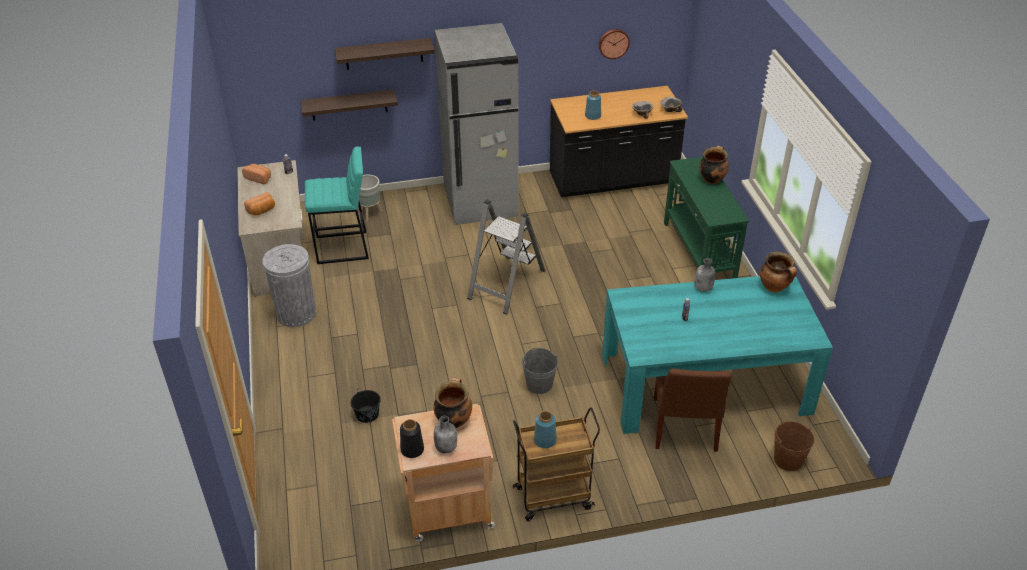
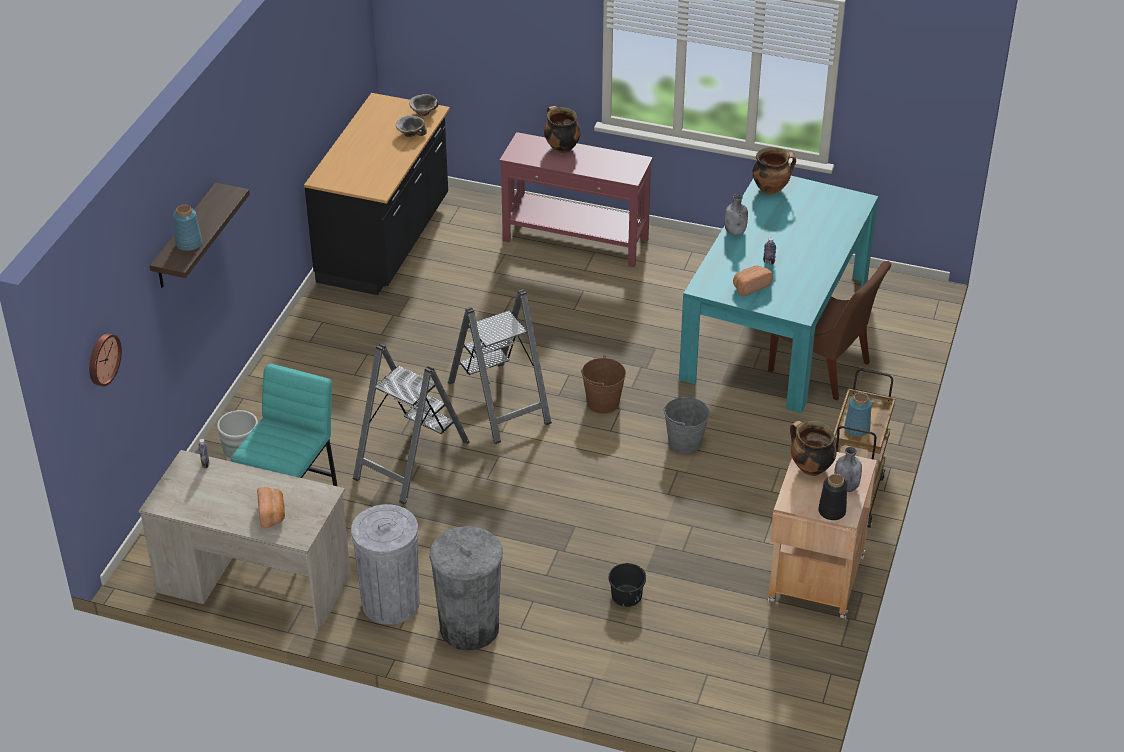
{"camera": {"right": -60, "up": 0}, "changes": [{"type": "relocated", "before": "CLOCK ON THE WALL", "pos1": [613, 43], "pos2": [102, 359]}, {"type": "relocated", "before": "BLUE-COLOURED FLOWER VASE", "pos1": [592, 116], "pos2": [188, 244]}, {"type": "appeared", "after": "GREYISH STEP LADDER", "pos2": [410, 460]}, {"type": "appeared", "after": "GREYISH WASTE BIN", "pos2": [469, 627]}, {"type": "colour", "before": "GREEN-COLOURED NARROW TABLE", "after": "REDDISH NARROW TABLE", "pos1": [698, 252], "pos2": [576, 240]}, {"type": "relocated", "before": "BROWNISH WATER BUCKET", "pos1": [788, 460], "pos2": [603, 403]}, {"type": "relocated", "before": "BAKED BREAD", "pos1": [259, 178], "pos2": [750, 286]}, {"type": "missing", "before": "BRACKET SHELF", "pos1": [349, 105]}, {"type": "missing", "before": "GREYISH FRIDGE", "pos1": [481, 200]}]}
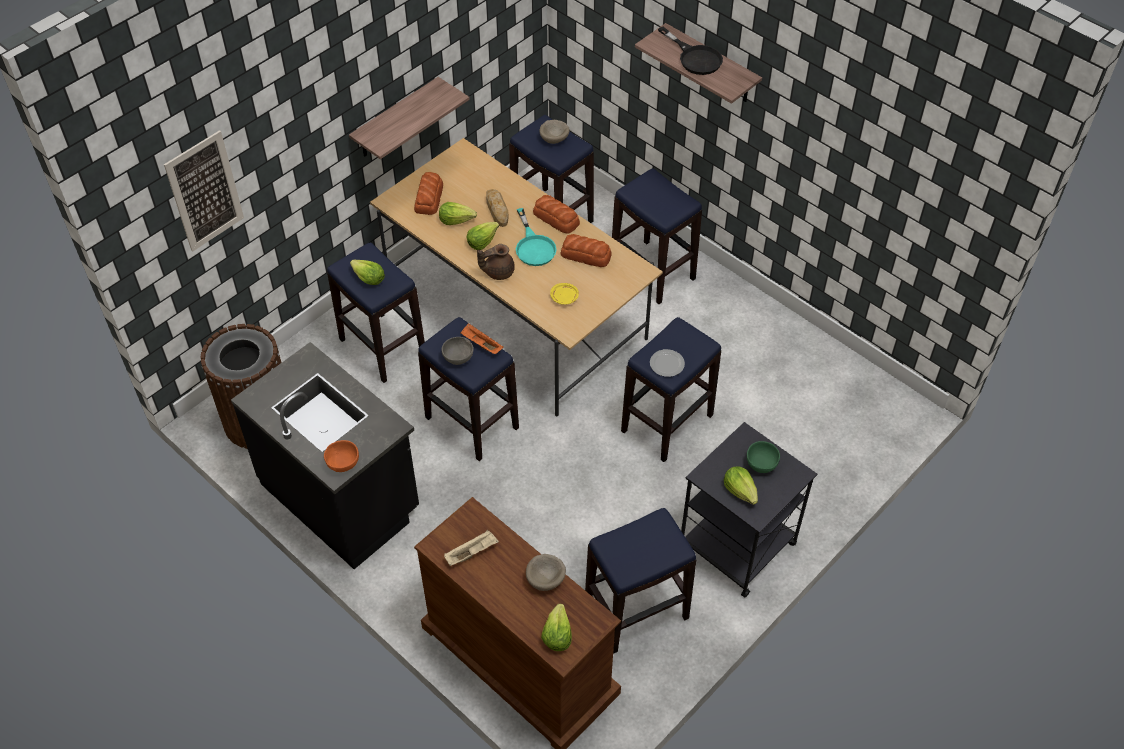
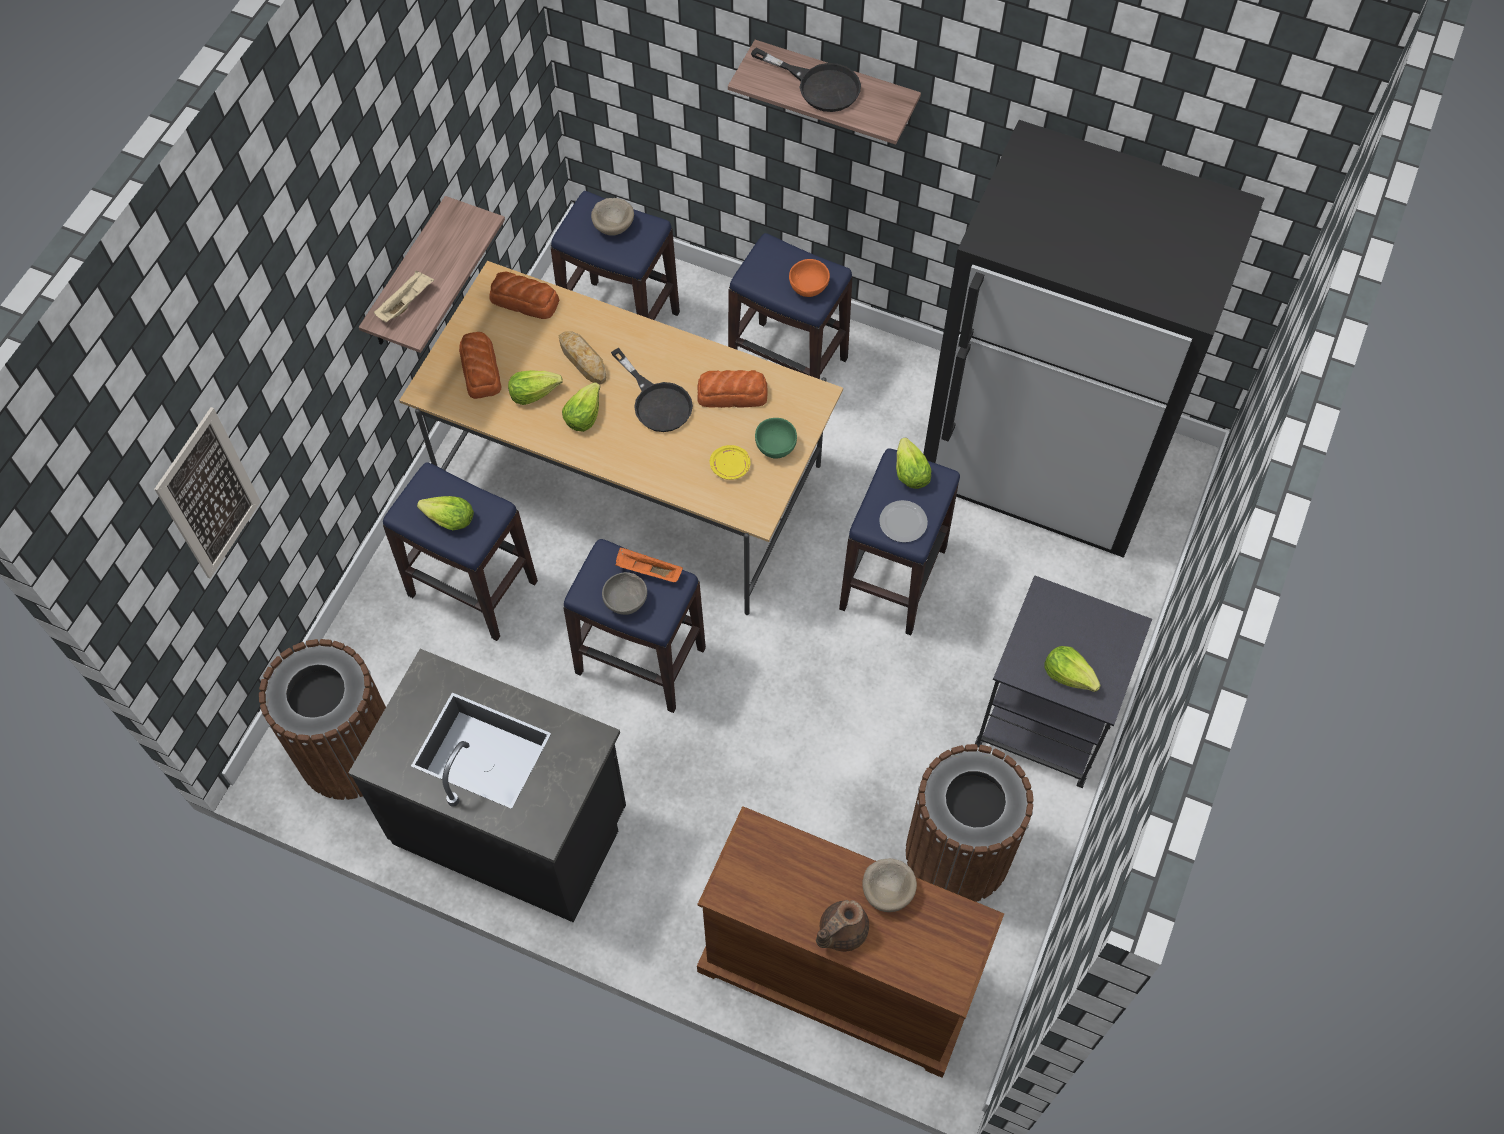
{"camera": {"right": -20, "up": 10}, "changes": [{"type": "relocated", "before": "SAND-COLOURED SERVING TRAY", "pos1": [472, 552], "pos2": [406, 303]}, {"type": "relocated", "before": "BAKED BREAD", "pos1": [556, 219], "pos2": [525, 301]}, {"type": "colour", "before": "BLUE-GREEN SKILLET", "after": "BLACK-COLOURED SKILLET", "pos1": [534, 246], "pos2": [657, 401]}, {"type": "relocated", "before": "GREEN-COLOURED DEEP DISH", "pos1": [760, 465], "pos2": [775, 448]}, {"type": "relocated", "before": "ORANGEY DEEP DISH", "pos1": [342, 463], "pos2": [808, 288]}, {"type": "relocated", "before": "BROWNISH TEAPOT", "pos1": [498, 272], "pos2": [840, 931]}, {"type": "relocated", "before": "LETTUCE HEAD", "pos1": [557, 635], "pos2": [910, 472]}, {"type": "exchanged", "before": "STOOL SEAT", "after": "BROWNISH WASTE BIN", "pos1": [636, 611], "pos2": [957, 853]}, {"type": "appeared", "after": "BLACK-COLOURED FRIDGE", "pos2": [1045, 461]}]}
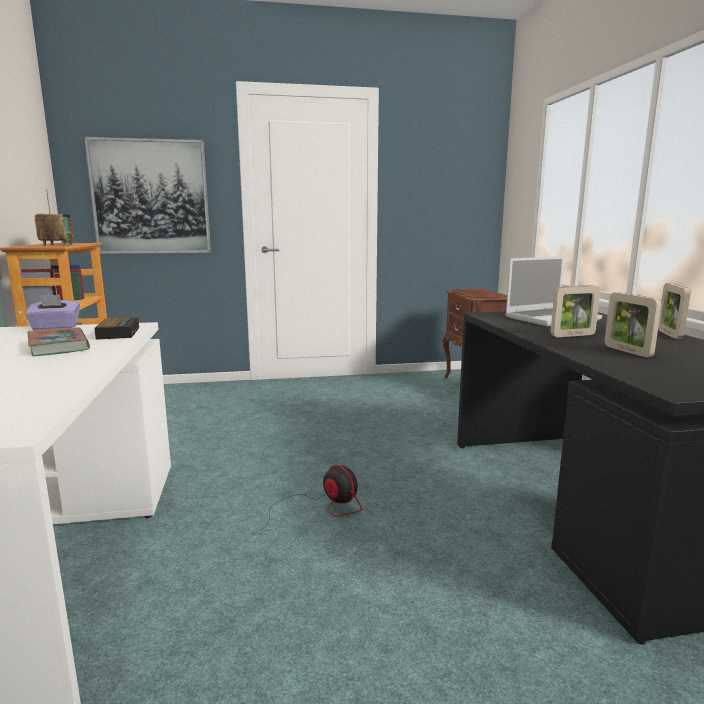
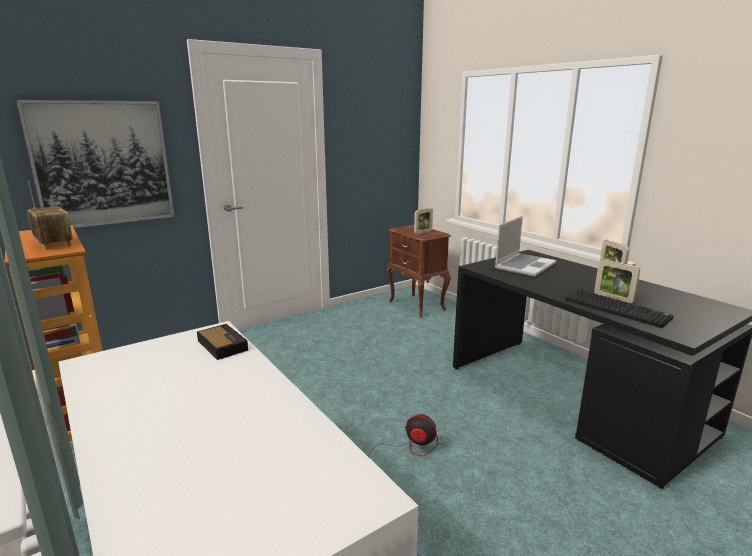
{"camera": {"right": -25, "up": 5}, "changes": [{"type": "relocated", "before": "PHOTO FRAME", "pos1": [572, 335], "pos2": [423, 232]}, {"type": "appeared", "after": "PC KEYBOARD", "pos2": [618, 309]}, {"type": "missing", "before": "PURPLISH TISSUE BOX", "pos1": [55, 328]}, {"type": "missing", "before": "VOLUME", "pos1": [59, 346]}]}
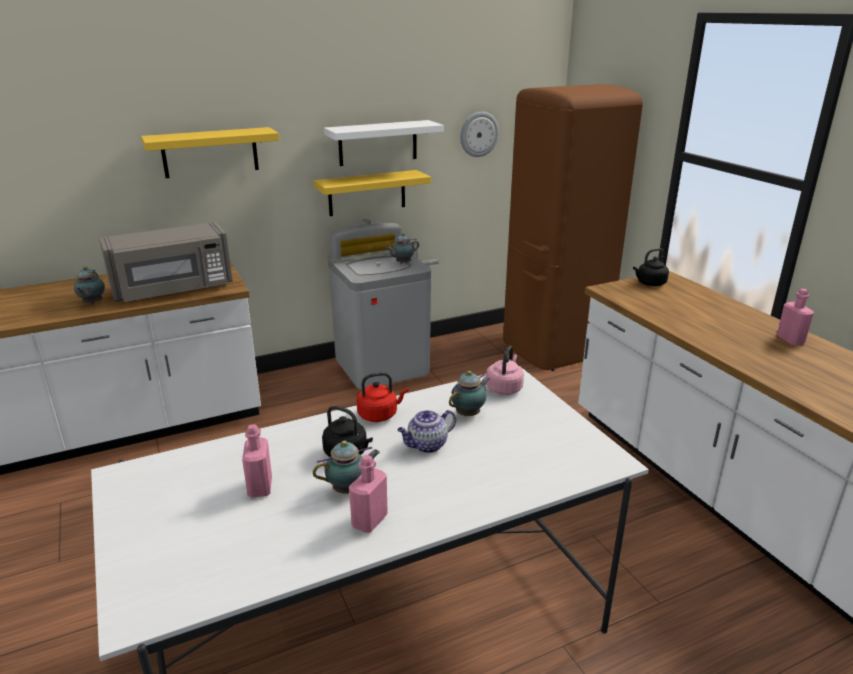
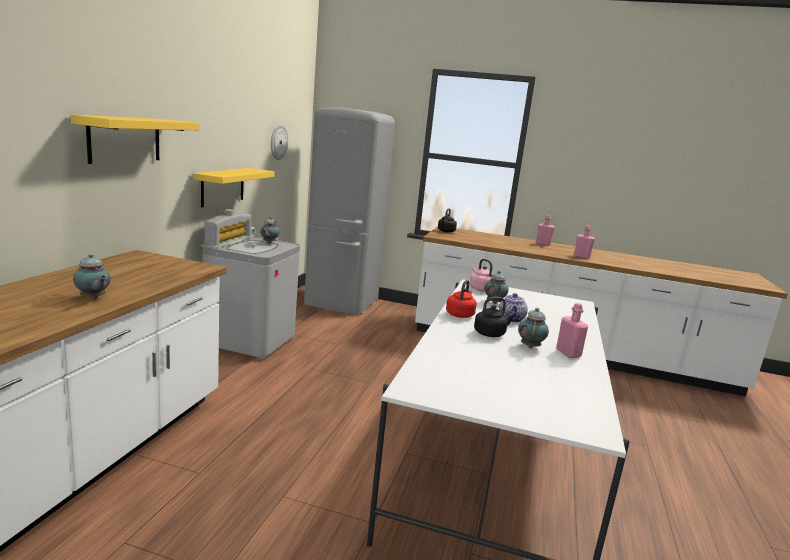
{"camera": {"right": -50, "up": -10}, "changes": [{"type": "colour", "before": "BROWNISH FRIDGE", "after": "GREYISH FRIDGE", "pos1": [551, 349], "pos2": [341, 303]}, {"type": "relocated", "before": "PINK-COLOURED DRINK BOTTLE", "pos1": [260, 487], "pos2": [581, 257]}, {"type": "missing", "before": "GREYISH MICROWAVE", "pos1": [173, 290]}, {"type": "missing", "before": "WHITE BRACKET SHELF", "pos1": [378, 143]}]}
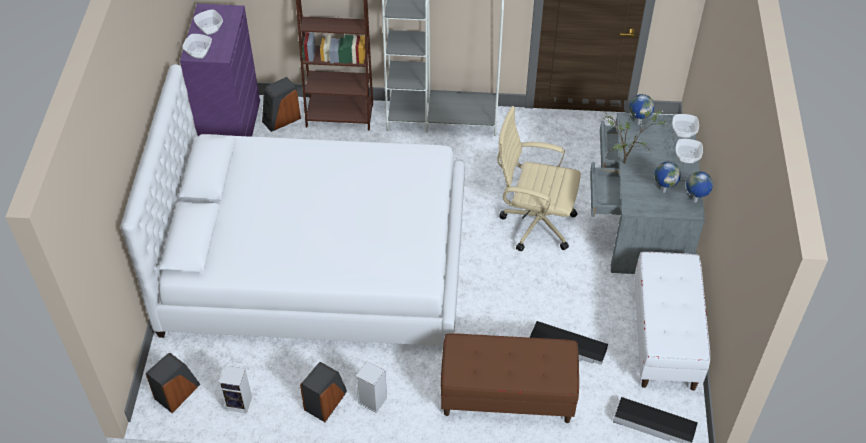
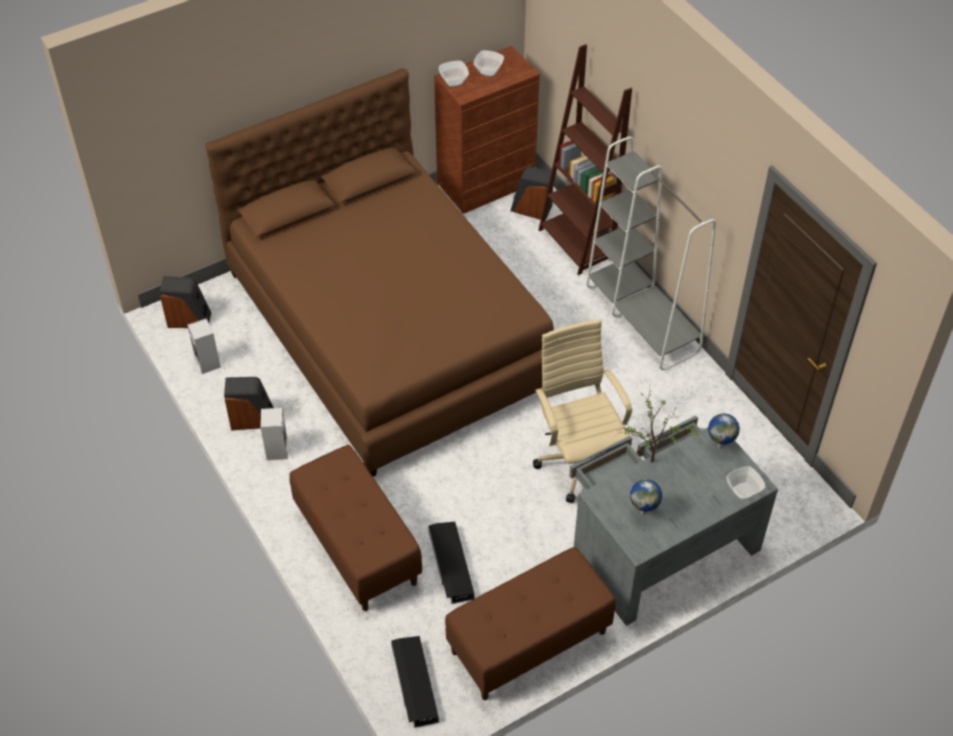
{"camera": {"right": 55, "up": 0}, "changes": [{"type": "colour", "before": "WHITE SLEEPING BED", "after": "BROWNISH SLEEPING BED", "pos1": [316, 263], "pos2": [390, 328]}, {"type": "colour", "before": "PURPLISH CHEST OF DRAWERS", "after": "BROWNISH CHEST OF DRAWERS", "pos1": [232, 130], "pos2": [486, 185]}, {"type": "colour", "before": "WHITE BENCH", "after": "BROWNISH BENCH", "pos1": [665, 337], "pos2": [529, 642]}, {"type": "missing", "before": "DEEP DISH", "pos1": [686, 158]}, {"type": "missing", "before": "DESK GLOBE", "pos1": [695, 201]}]}
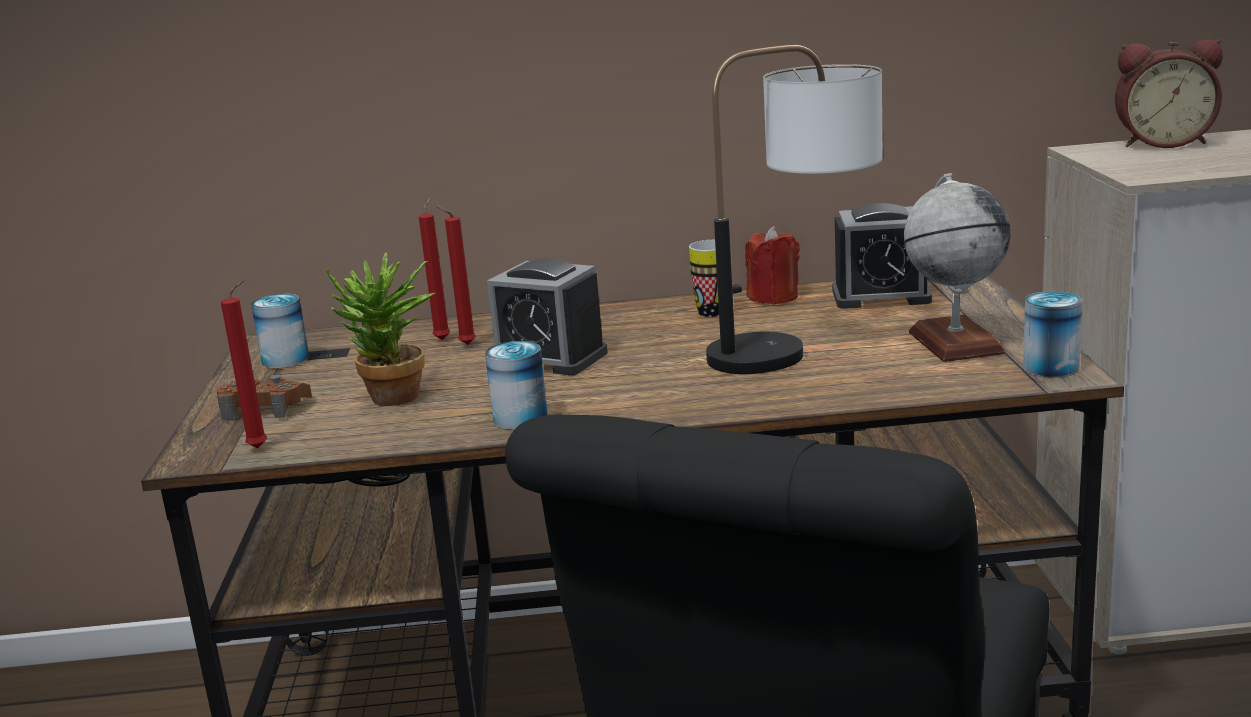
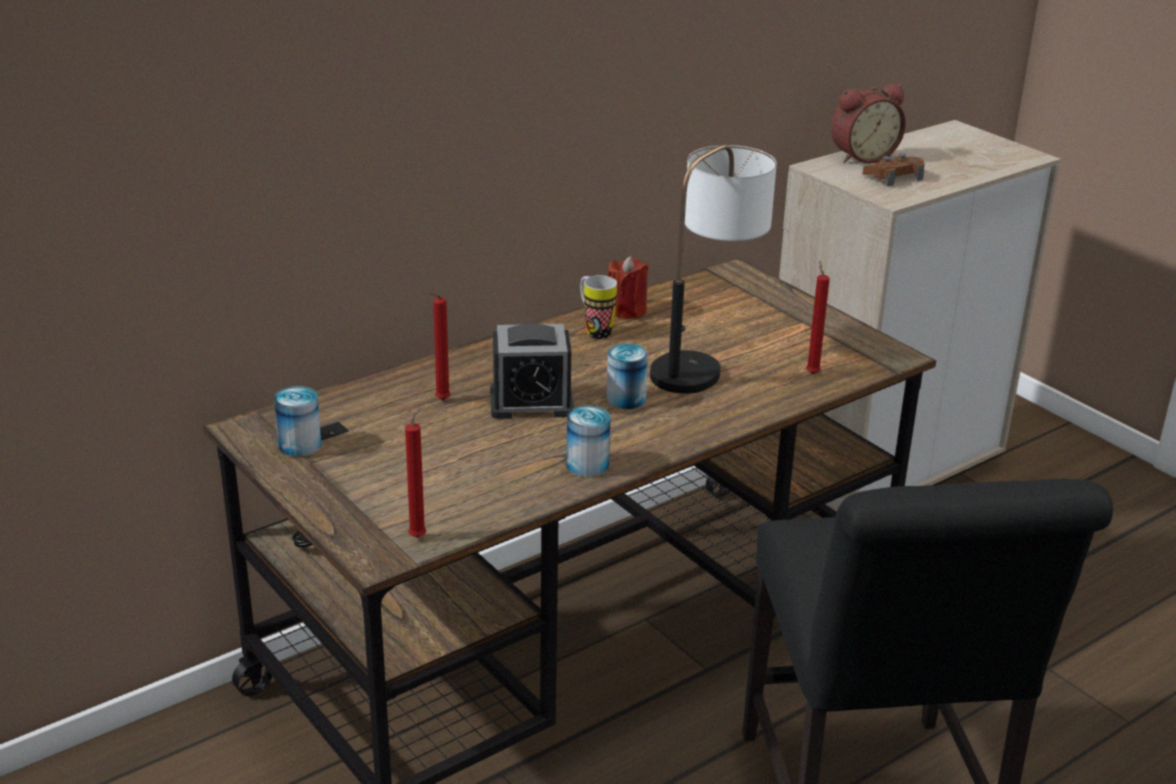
{"camera": {"right": -35, "up": 10}, "changes": [{"type": "relocated", "before": "CAN", "pos1": [1050, 367], "pos2": [626, 399]}, {"type": "relocated", "before": "REDDISH CANDLE", "pos1": [443, 339], "pos2": [811, 373]}, {"type": "relocated", "before": "BROWNISH GAME CONTROLLER", "pos1": [265, 408], "pos2": [894, 177]}, {"type": "missing", "before": "POTTED PLANT", "pos1": [392, 401]}, {"type": "missing", "before": "ALARM CLOCK", "pos1": [880, 296]}, {"type": "missing", "before": "DESK GLOBE", "pos1": [955, 342]}]}
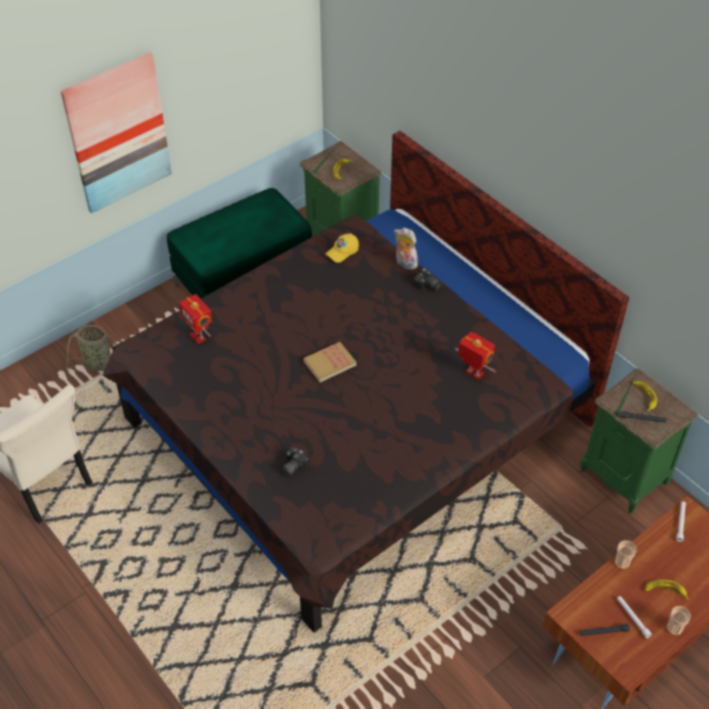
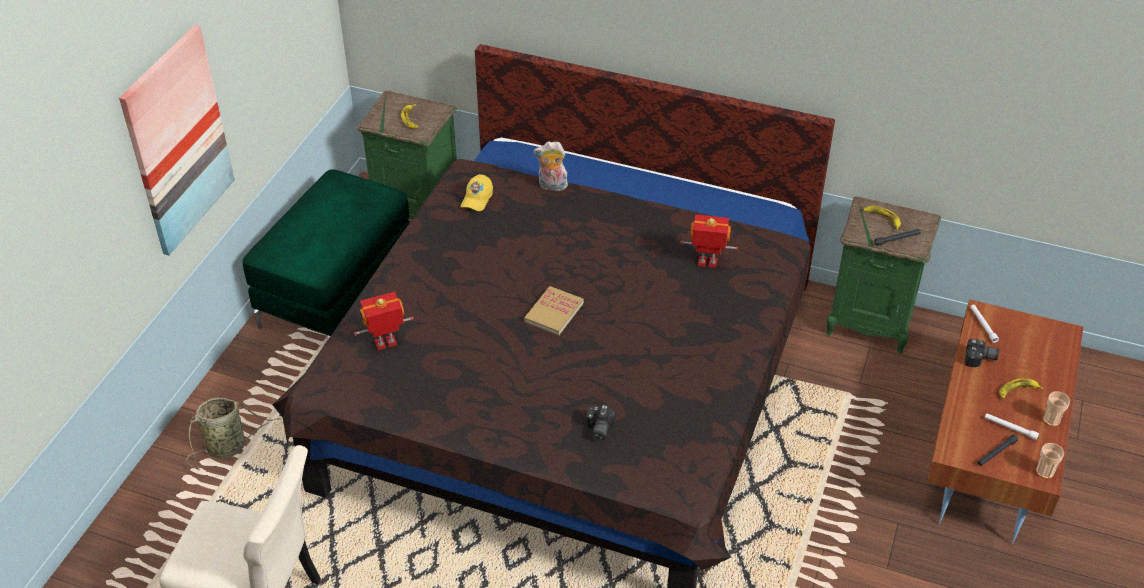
{"camera": {"right": -30, "up": -5}, "changes": [{"type": "spun", "before": "TOY ROBOT", "pos1": [199, 336], "pos2": [386, 344], "turn": 135}, {"type": "relocated", "before": "PHOTO CAMERA", "pos1": [427, 286], "pos2": [980, 359]}, {"type": "relocated", "before": "SMALL CUP", "pos1": [622, 562], "pos2": [1044, 472]}]}
